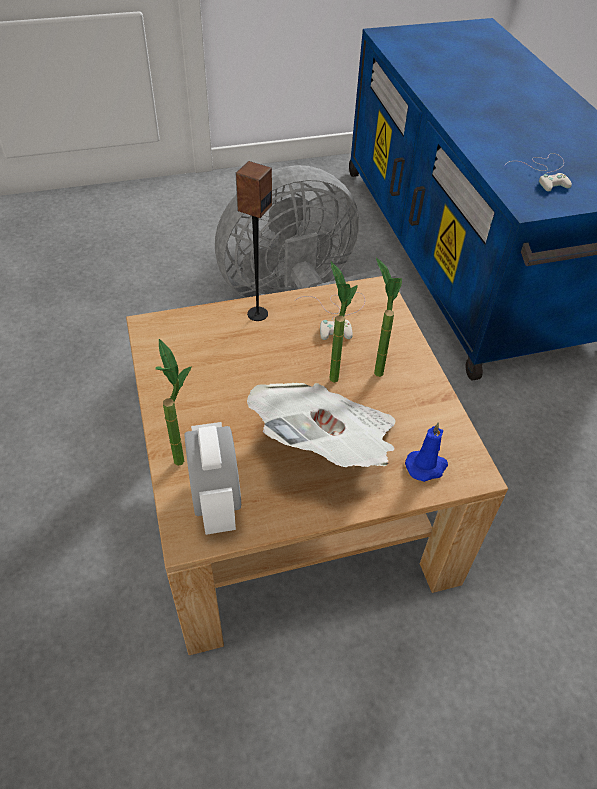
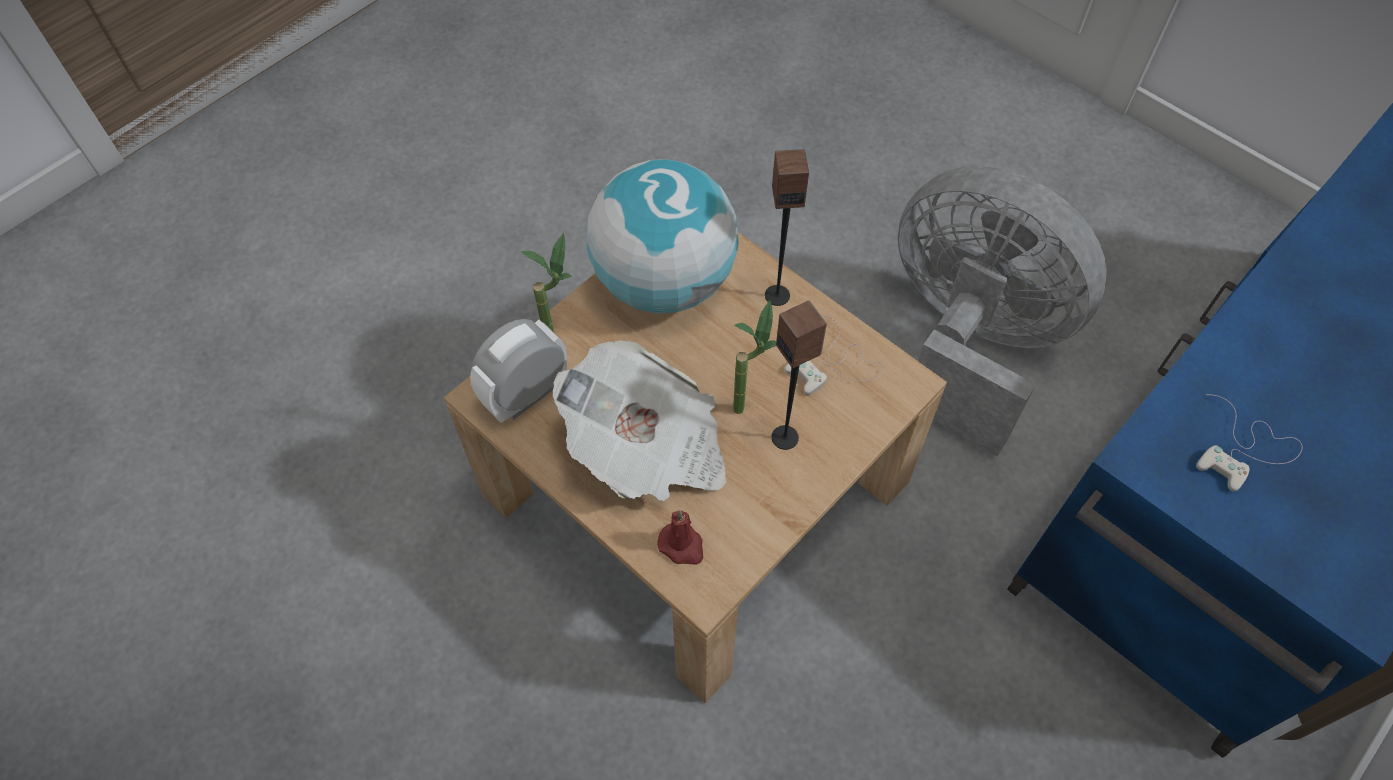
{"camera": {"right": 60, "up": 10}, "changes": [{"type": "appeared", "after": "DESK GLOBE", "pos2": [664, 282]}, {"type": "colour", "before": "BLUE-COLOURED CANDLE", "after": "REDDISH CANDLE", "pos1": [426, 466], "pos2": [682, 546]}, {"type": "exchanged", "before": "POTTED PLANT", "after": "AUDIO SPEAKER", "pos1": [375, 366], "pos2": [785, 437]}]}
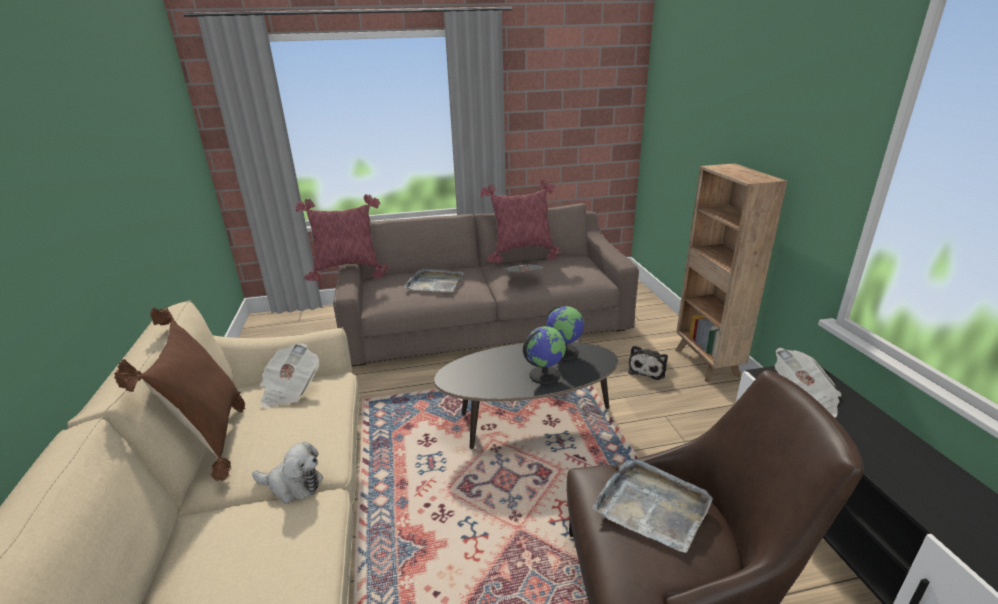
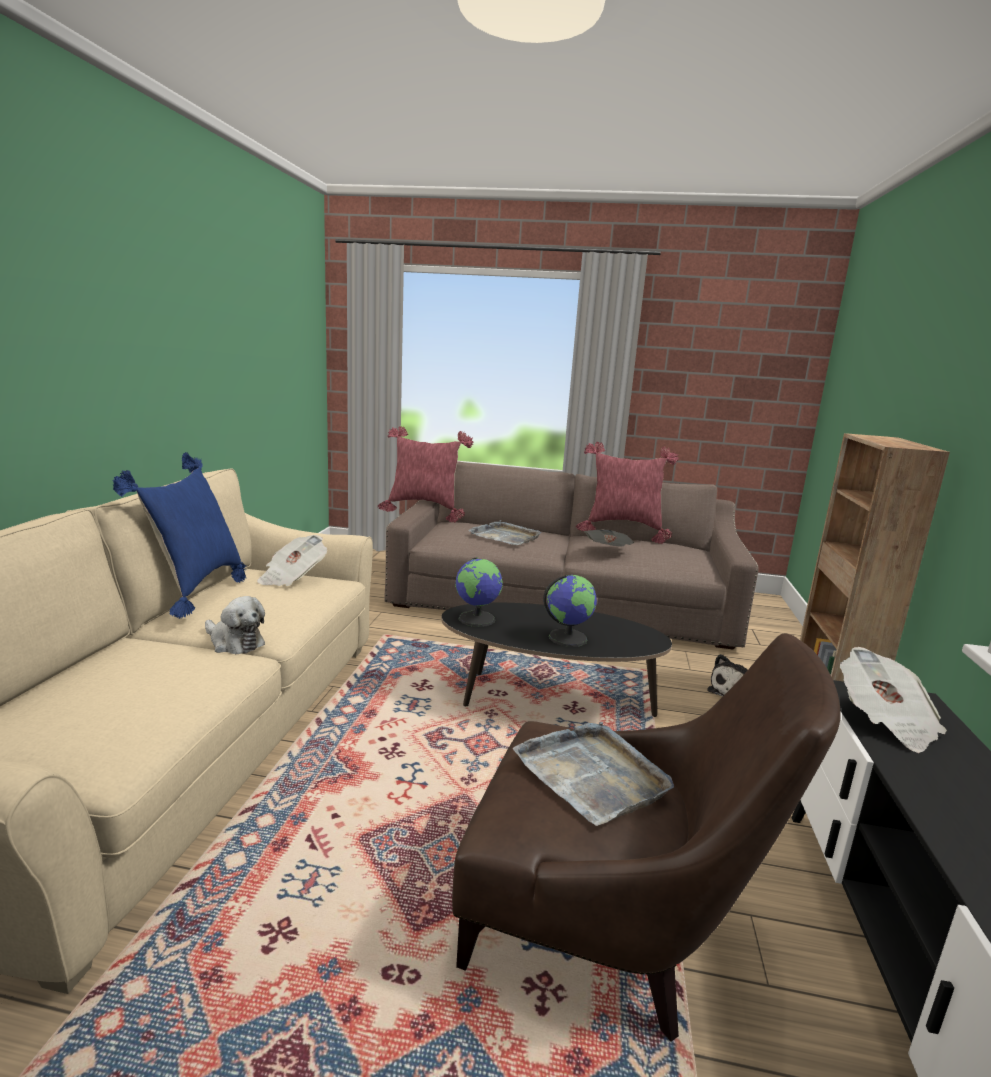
{"camera": {"right": 20, "up": -10}, "changes": [{"type": "colour", "before": "BROWNISH CUSHION", "after": "BLUE-COLOURED CUSHION", "pos1": [210, 446], "pos2": [192, 598]}, {"type": "relocated", "before": "DESK GLOBE", "pos1": [564, 351], "pos2": [477, 618]}]}
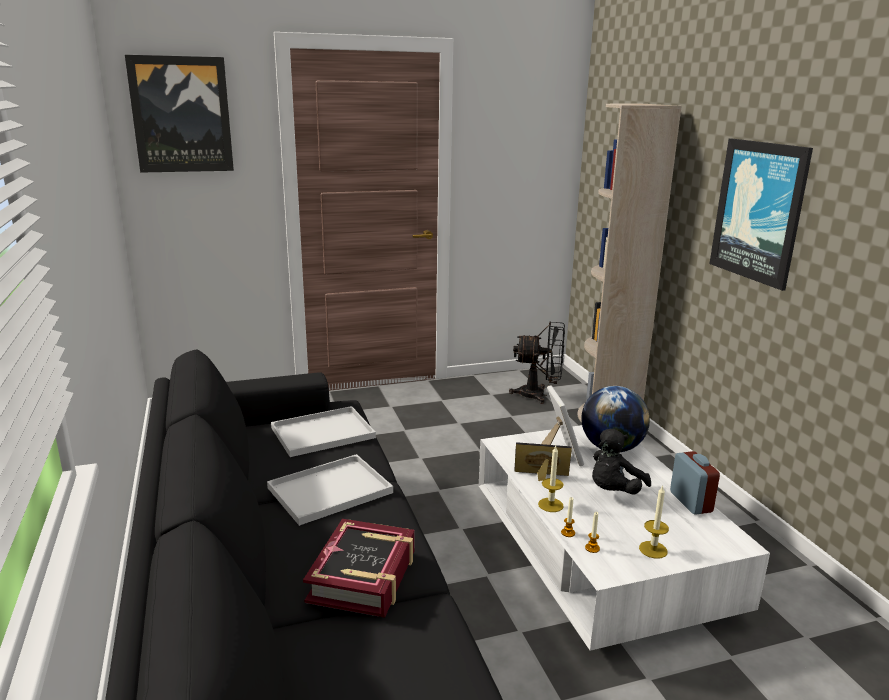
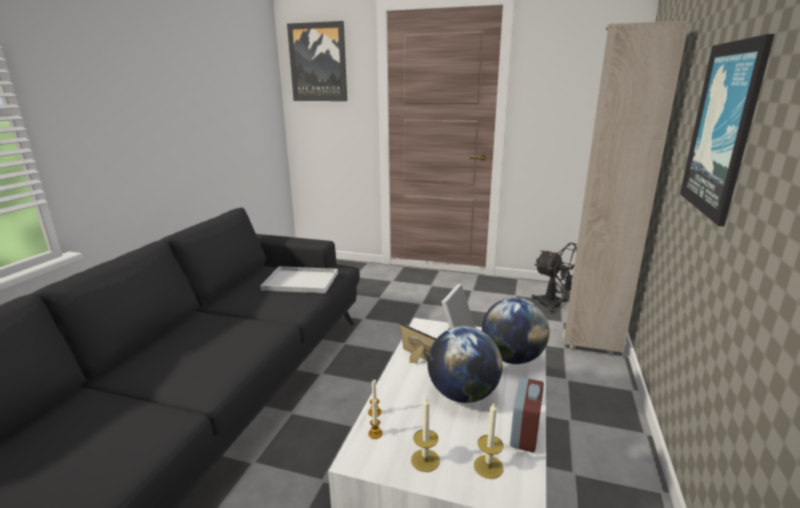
{"camera": {"right": 35, "up": 0}, "changes": [{"type": "exchanged", "before": "BLACK-COLOURED PLUSH TOY", "after": "DESK GLOBE", "pos1": [614, 491], "pos2": [462, 394]}, {"type": "relocated", "before": "CANDLE", "pos1": [550, 505], "pos2": [488, 466]}, {"type": "missing", "before": "WHITE SERVING TRAY", "pos1": [331, 489]}, {"type": "missing", "before": "VOLUME", "pos1": [363, 576]}]}
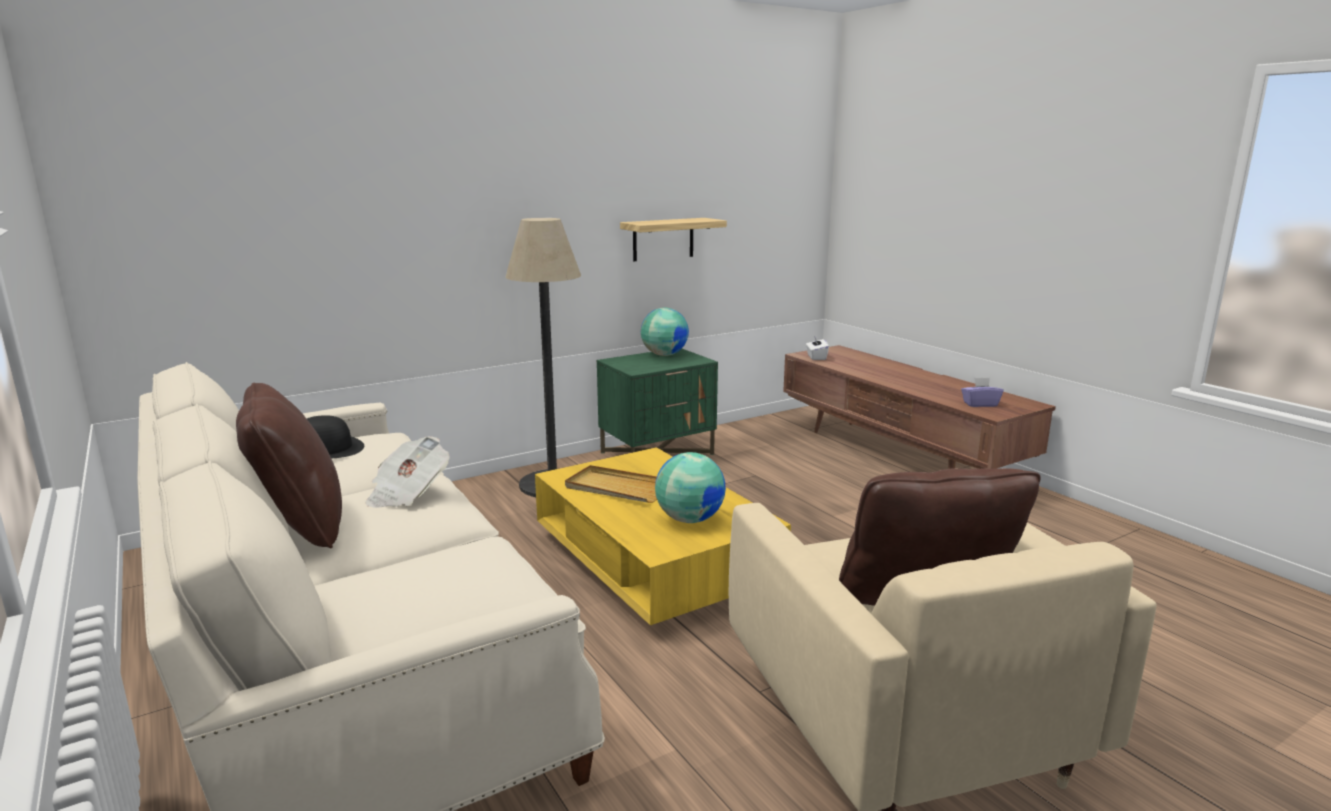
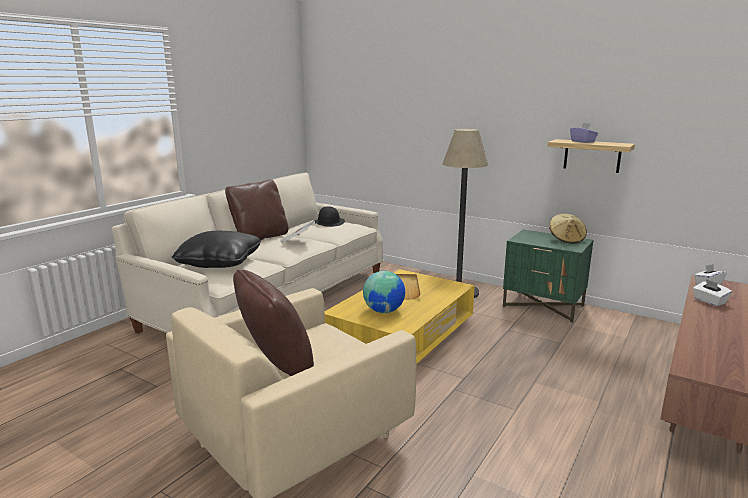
{"camera": {"right": 65, "up": 0}, "changes": [{"type": "appeared", "after": "BLACK-COLOURED CUSHION", "pos2": [219, 262]}, {"type": "exchanged", "before": "DESK GLOBE", "after": "SAND-COLOURED HAT", "pos1": [664, 355], "pos2": [566, 239]}, {"type": "relocated", "before": "PURPLISH TISSUE BOX", "pos1": [980, 404], "pos2": [582, 141]}, {"type": "appeared", "after": "WHITE TISSUE BOX", "pos2": [709, 301]}]}
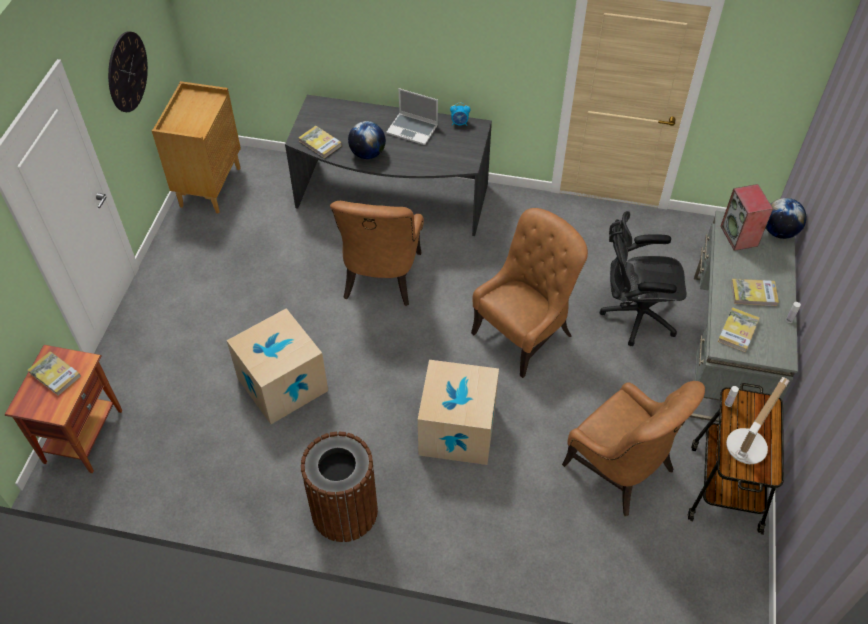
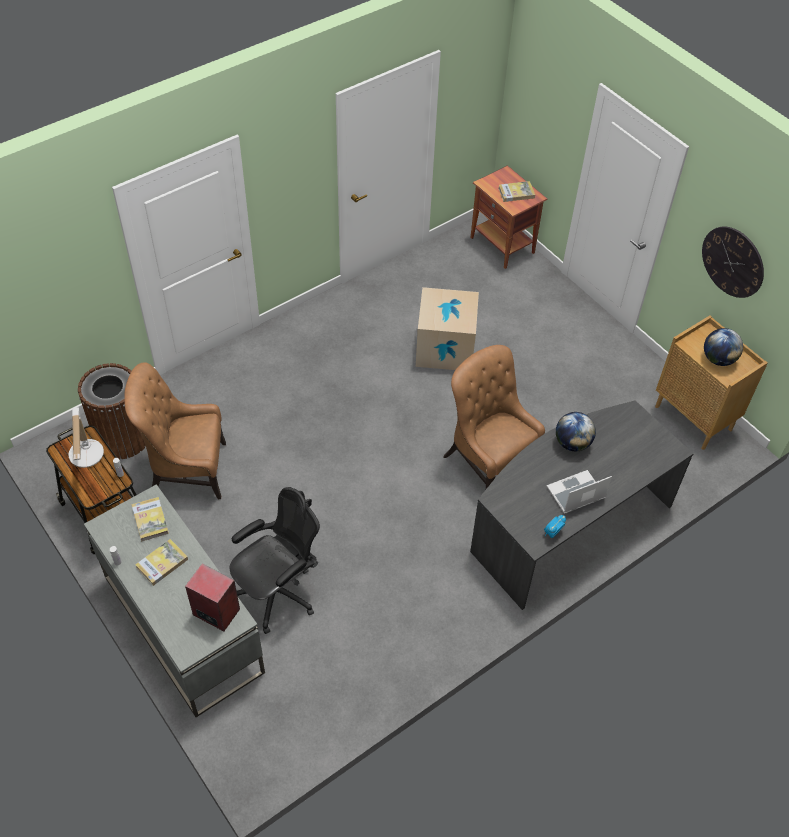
{"camera": {"right": 130, "up": 0}, "changes": [{"type": "relocated", "before": "BROWNISH WASTE BIN", "pos1": [344, 511], "pos2": [122, 437]}, {"type": "relocated", "before": "DESK GLOBE", "pos1": [778, 232], "pos2": [718, 359]}, {"type": "missing", "before": "VOLUME", "pos1": [320, 143]}, {"type": "missing", "before": "PACKING BOX", "pos1": [457, 430]}, {"type": "missing", "before": "BROWNISH CHAIR", "pos1": [523, 334]}]}
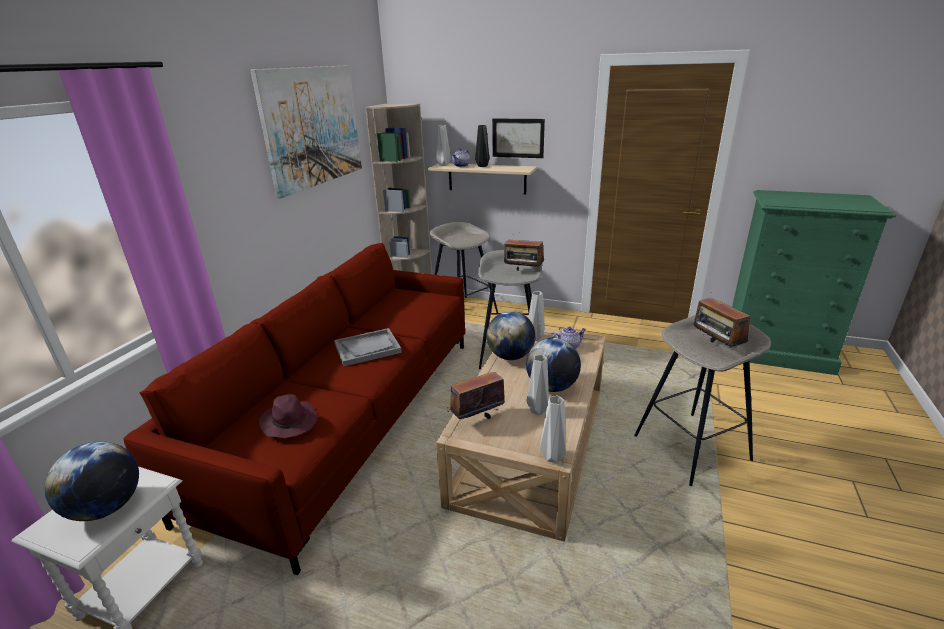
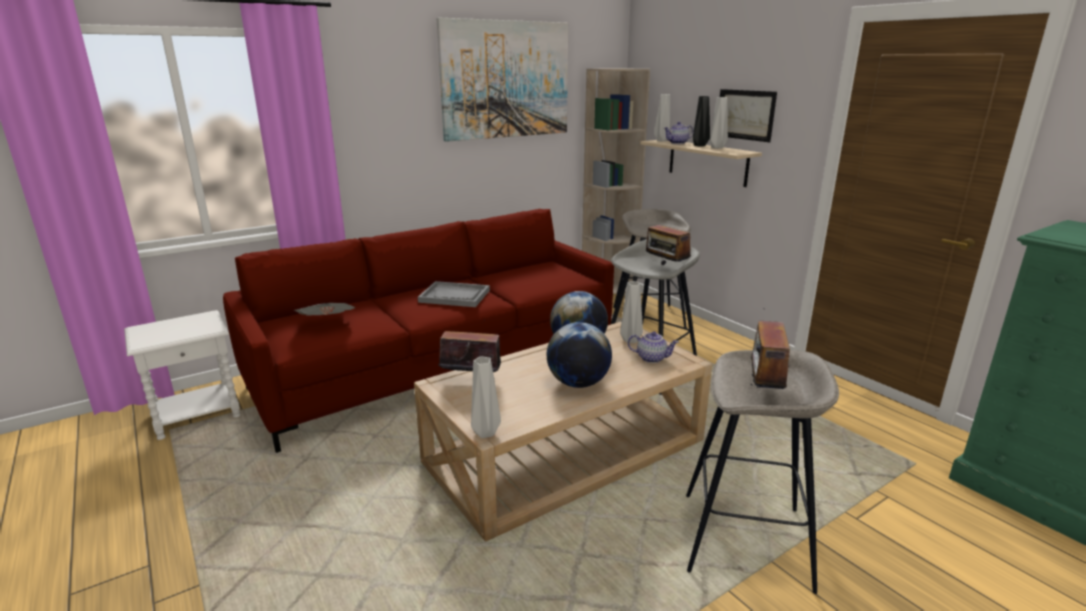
{"camera": {"right": 35, "up": -5}, "changes": [{"type": "exchanged", "before": "PURPLISH HAT", "after": "PRINTED PAPER", "pos1": [289, 422], "pos2": [328, 324]}, {"type": "relocated", "before": "GREYISH FLOWER VASE", "pos1": [539, 410], "pos2": [718, 148]}, {"type": "missing", "before": "DESK GLOBE", "pos1": [107, 507]}]}
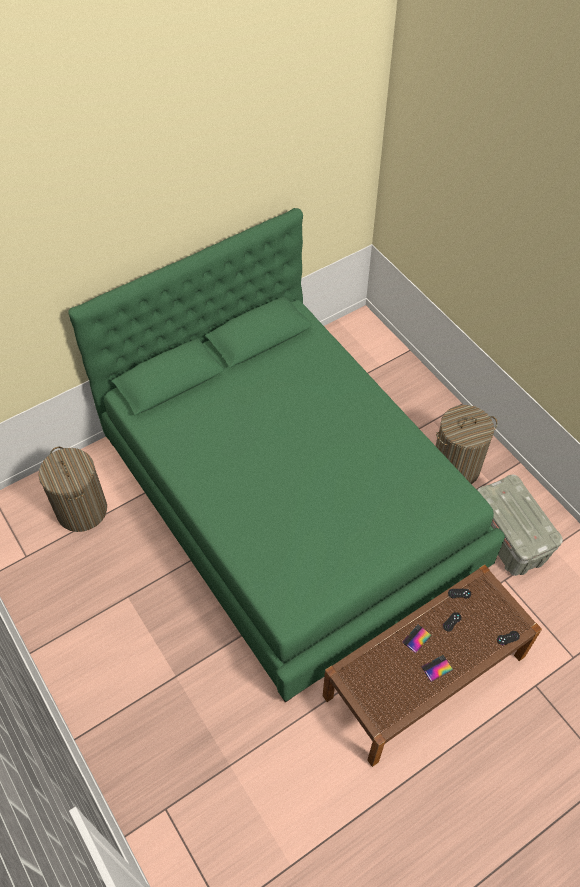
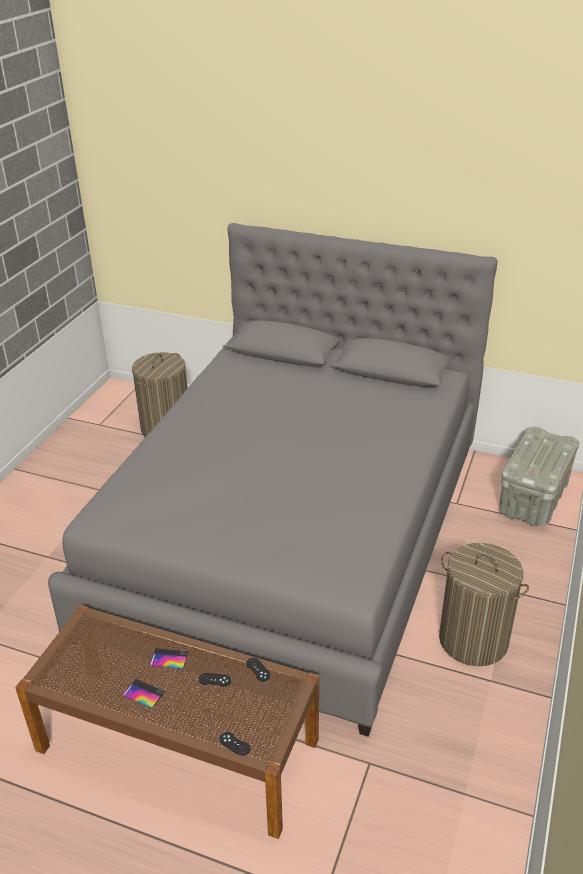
{"camera": {"right": 55, "up": -20}, "changes": [{"type": "colour", "before": "GREEN-COLOURED SLEEPING BED", "after": "GREYISH SLEEPING BED", "pos1": [289, 501], "pos2": [294, 536]}, {"type": "relocated", "before": "GREYISH STORAGE BIN", "pos1": [509, 539], "pos2": [533, 499]}]}
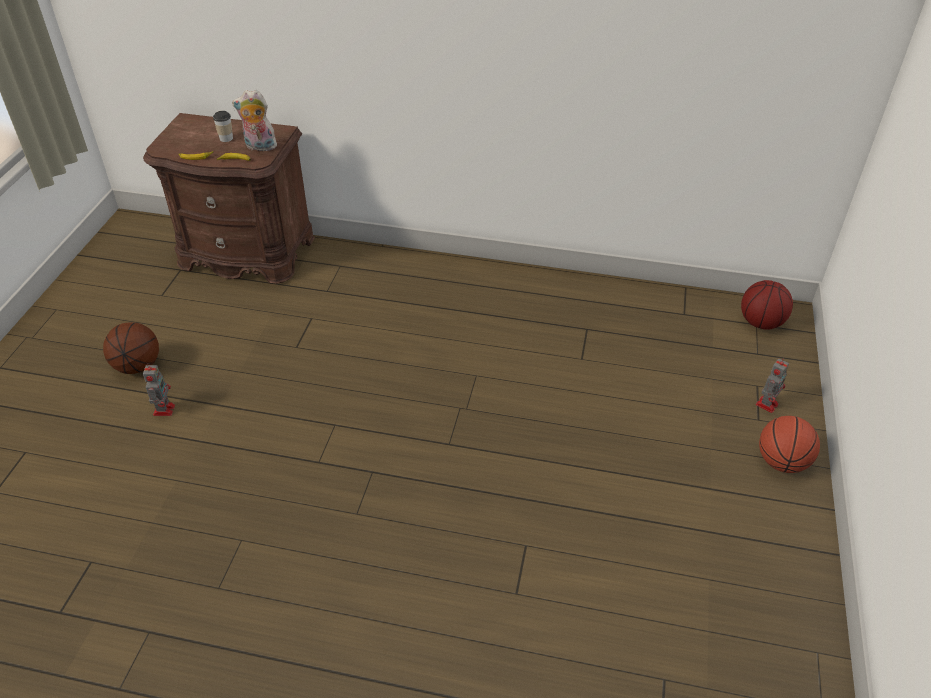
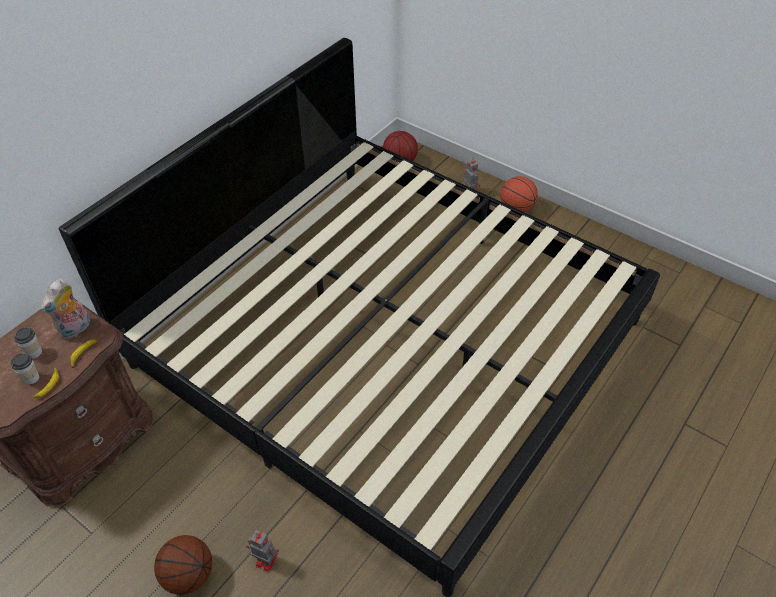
{"camera": {"right": -65, "up": 5}, "changes": [{"type": "appeared", "after": "SMALL CUP", "pos2": [31, 378]}, {"type": "appeared", "after": "SLEEPING BED", "pos2": [387, 342]}]}
